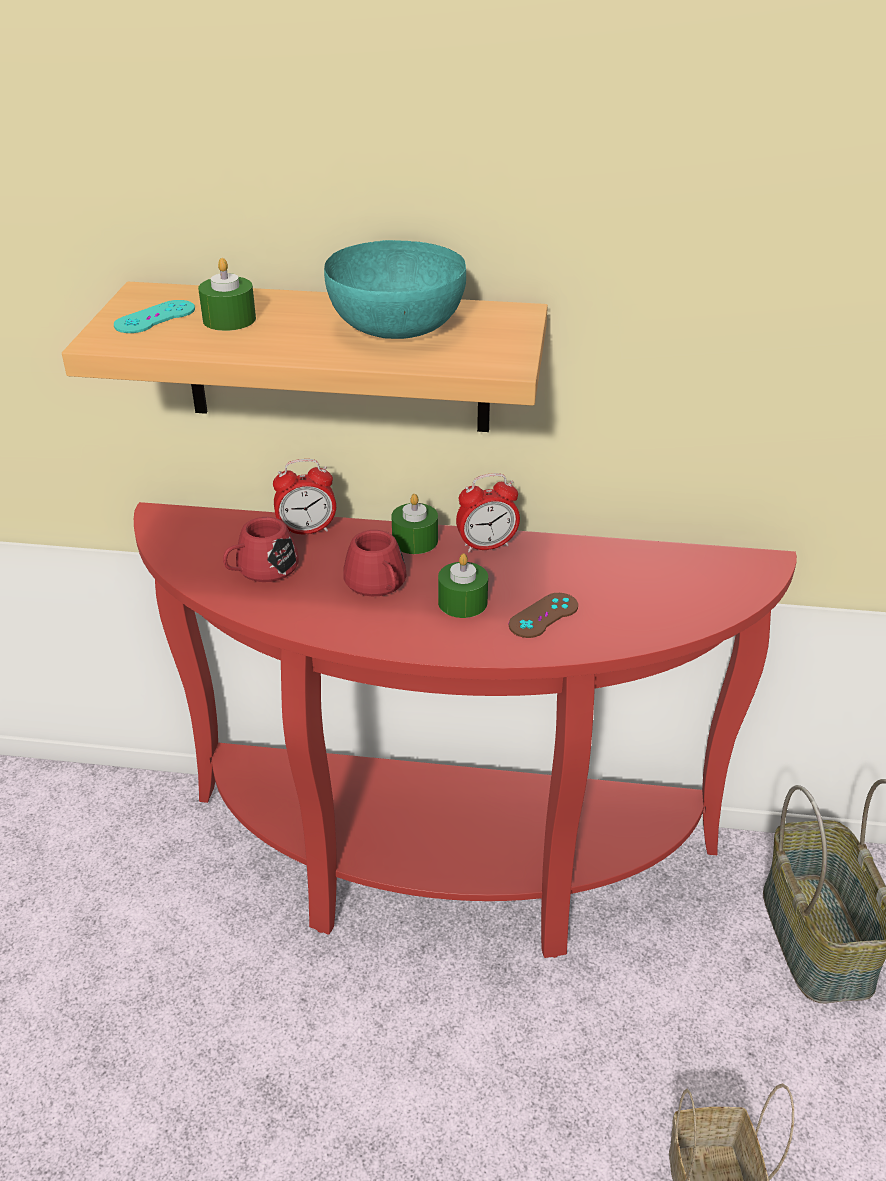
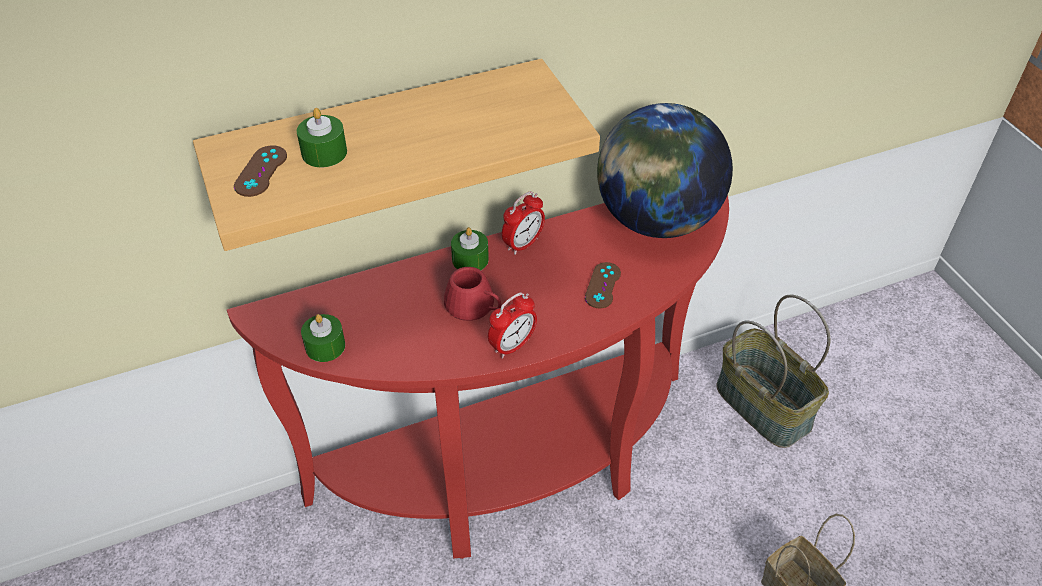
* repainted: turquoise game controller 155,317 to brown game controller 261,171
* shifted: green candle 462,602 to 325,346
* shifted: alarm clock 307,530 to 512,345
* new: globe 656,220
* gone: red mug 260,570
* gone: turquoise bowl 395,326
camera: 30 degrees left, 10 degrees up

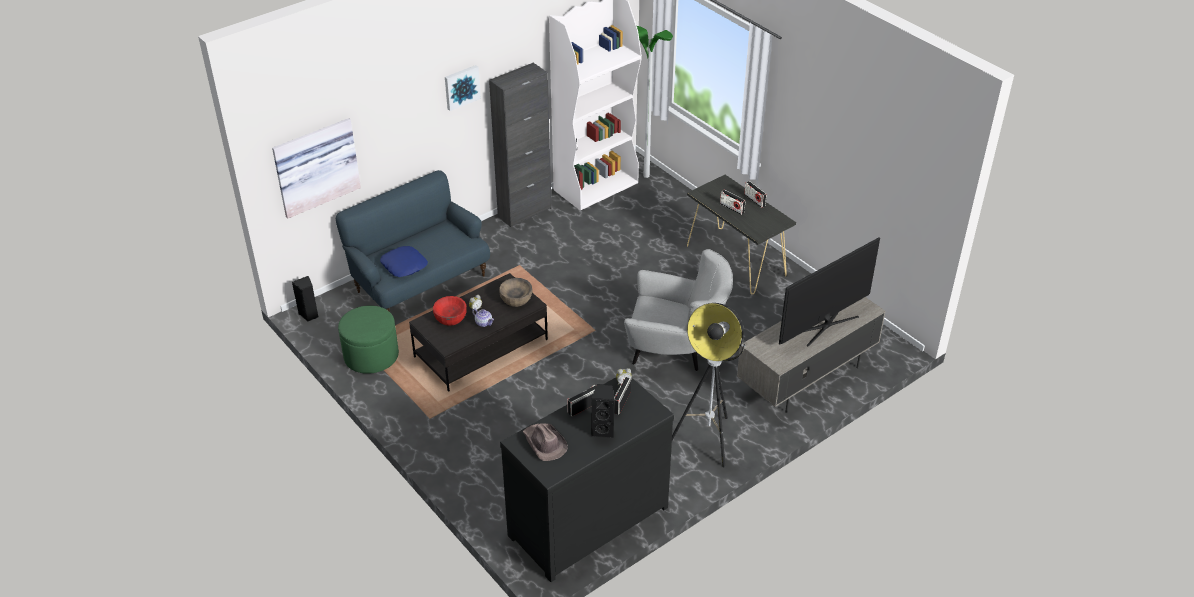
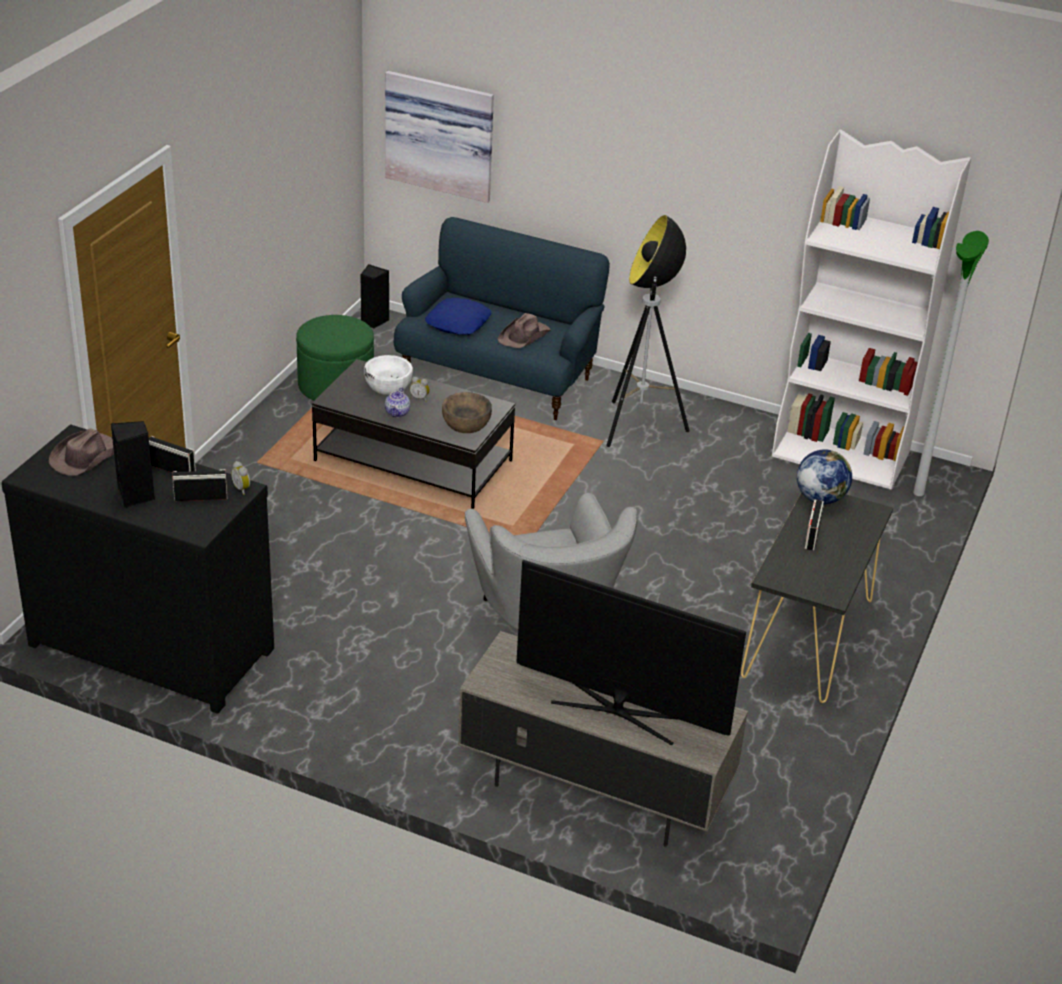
* repainted: red bowl 450,317 to white bowl 388,385
* new: brown hat 525,336
* shifted: floor lamp 708,440 to 639,427
* new: globe 820,498
* gone: picture 461,87
* gone: black cabinet 524,212
* gone: radio 754,200
camera: 60 degrees right, 5 degrees down

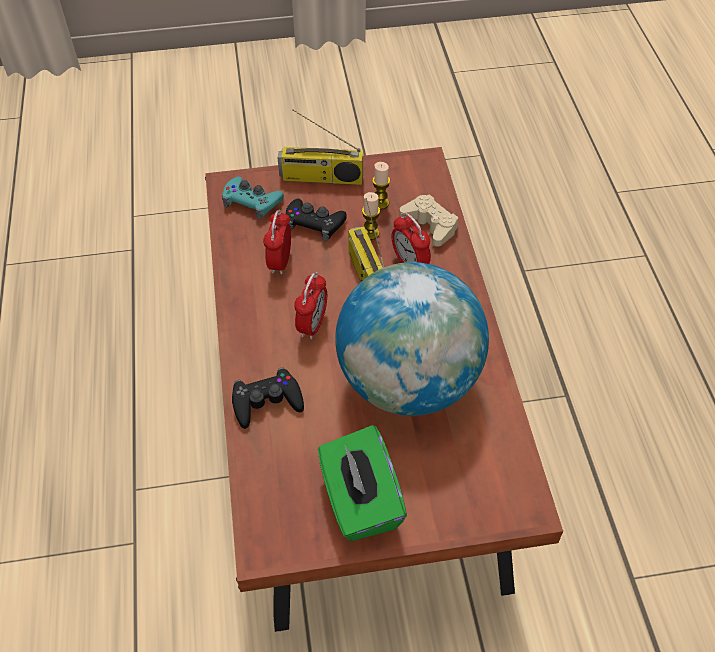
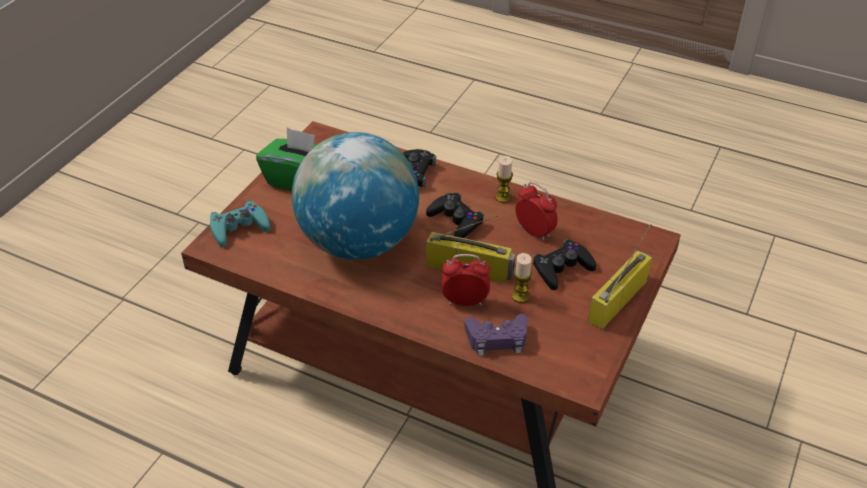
* shifted: turquoise game controller 252,201 to 239,228
* swapped: alarm clock 312,325 to black game controller 455,221
* repainted: beige game controller 430,225 to purple game controller 497,339
* shifted: candle 380,203 to 503,197
camera: 125 degrees right, 10 degrees down

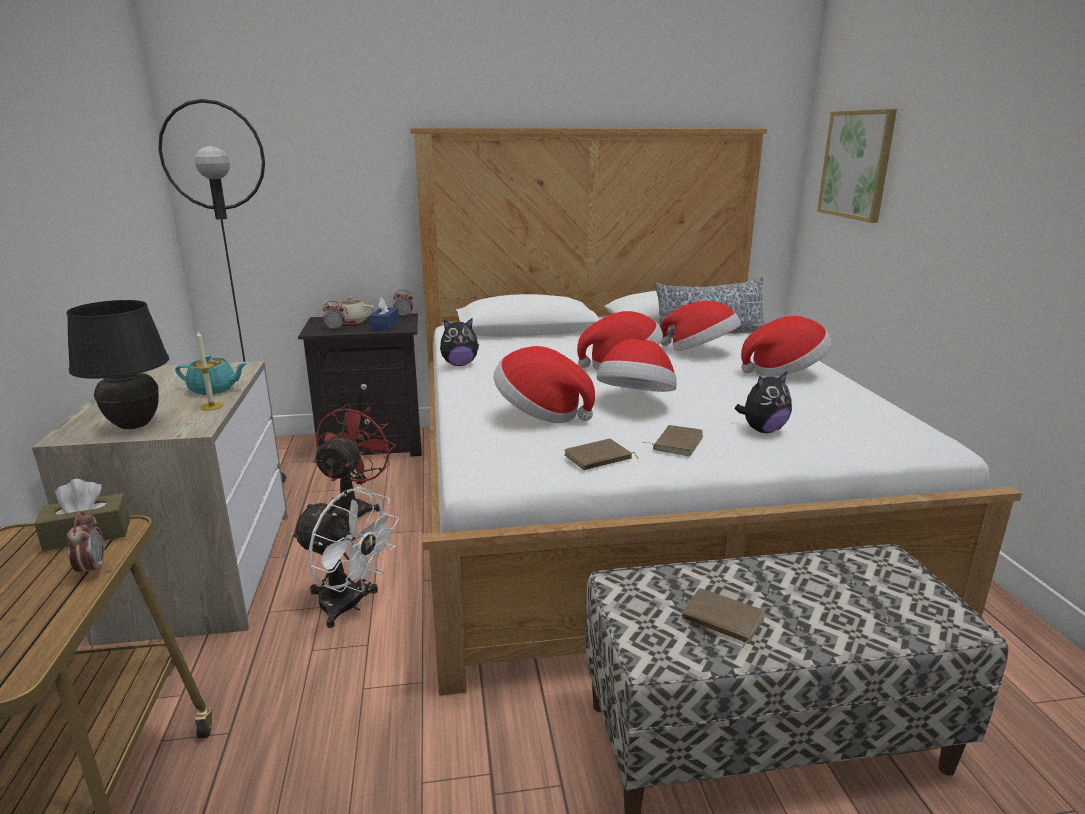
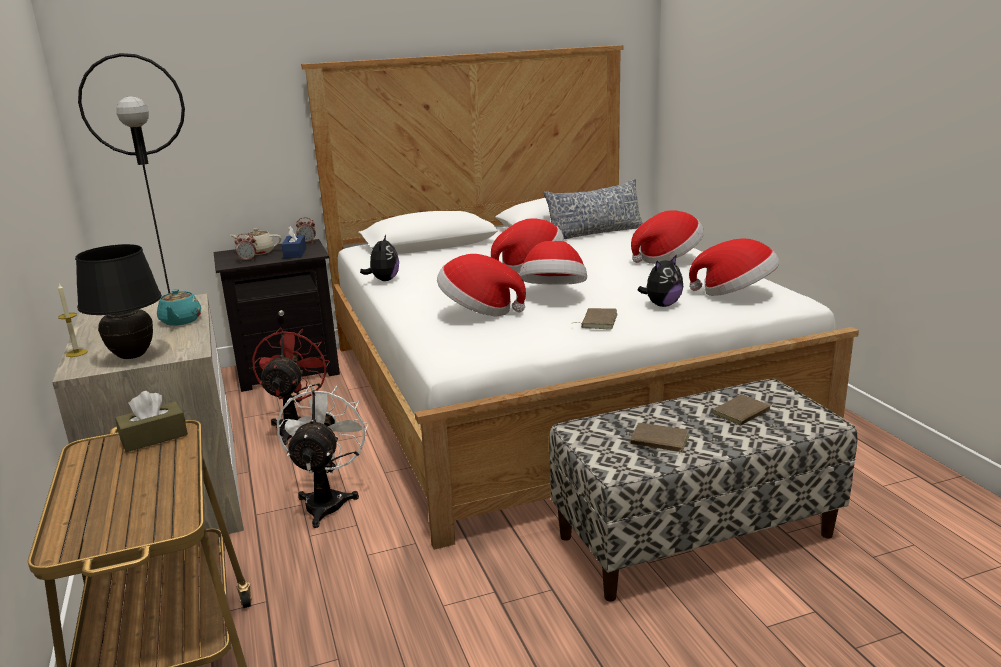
* shifted: candle 212,406 to 76,353
* rotated: turquoise teapot 214,390 = 180,321 90 degrees clockwise
* rotated: white fan 349,606 = 327,500 105 degrees counterclockwise
* rotated: plush toy 459,364 = 384,280 60 degrees counterclockwise
* shifted: hat 700,351 to 735,293
* shifted: brown book 598,459 to 742,414
* gone: alarm clock 92,569
* gone: picture 856,164
camera: 10 degrees left, 0 degrees up

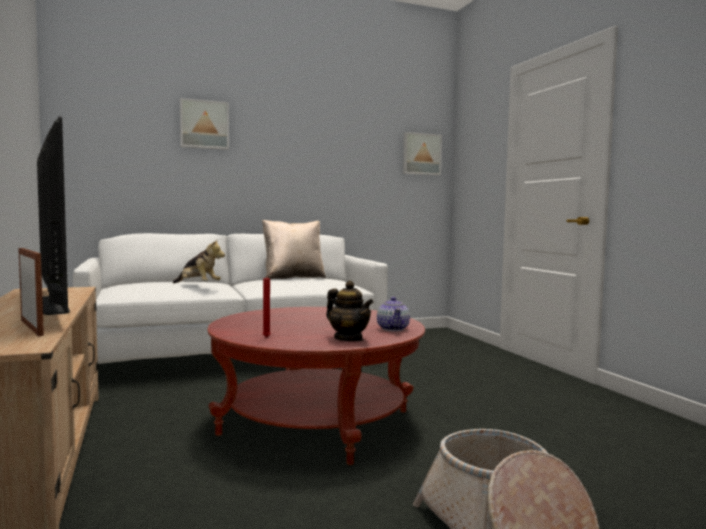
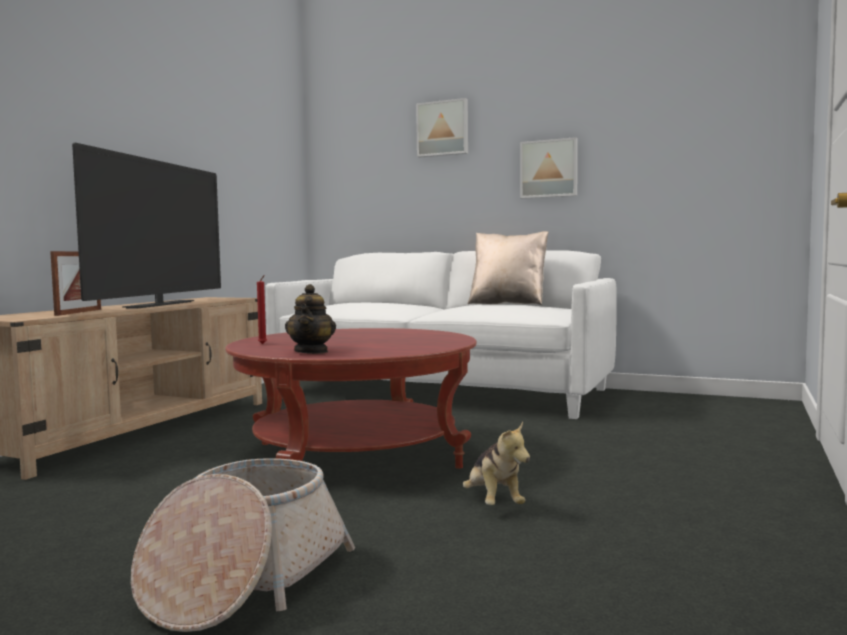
* shifted: plush toy 198,285 to 493,503
* shifted: picture 421,154 to 549,169
* gone: teapot 393,328
camera: 45 degrees right, 0 degrees up

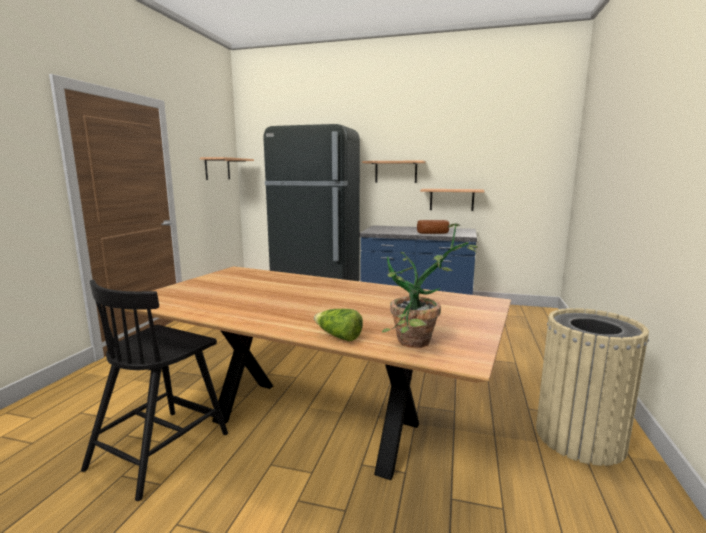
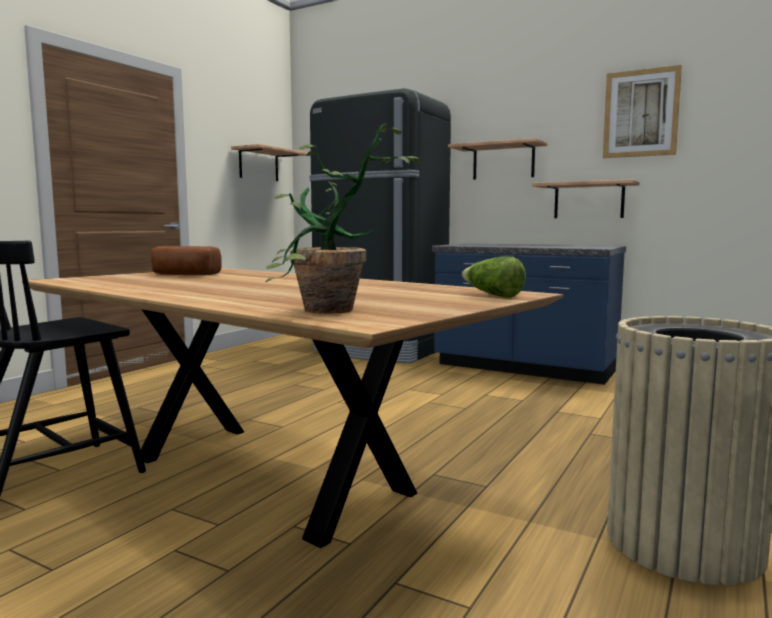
* shifted: bread 433,233 to 183,275
* shifted: lettuce 338,336 to 492,295
* new: picture 641,113
camera: 15 degrees right, 5 degrees down

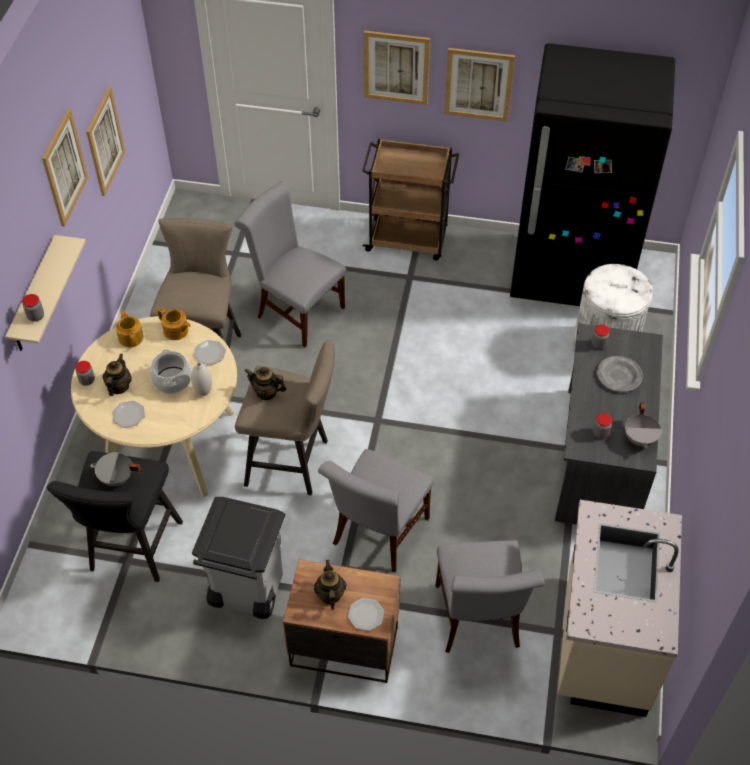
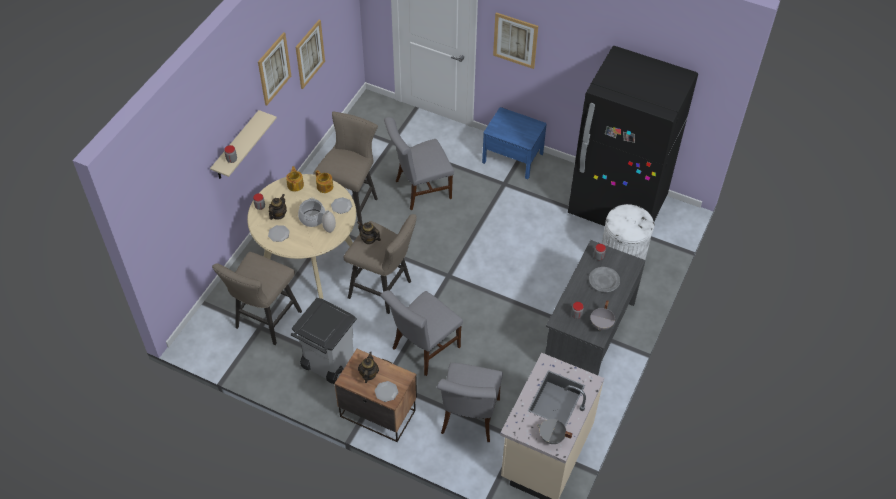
* repainted: black stool 132,551 to beige stool 265,322
* rotated: grey chair 296,310 = 419,190 75 degrees counterclockwise
* swapped: brown cart 408,239 to blue nightstand 512,157
* shifted: grey cooking pot 116,478 to 551,437
* gone: picture 478,84
camera: 15 degrees right, 0 degrees up

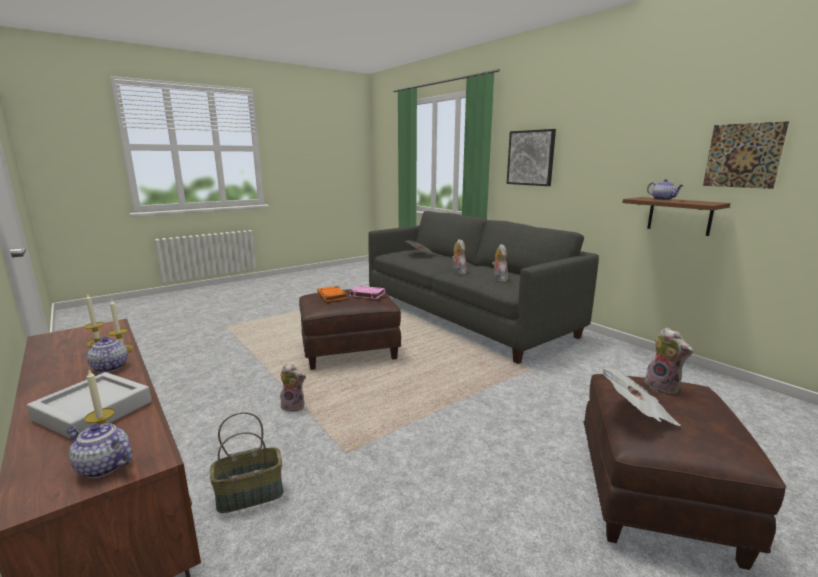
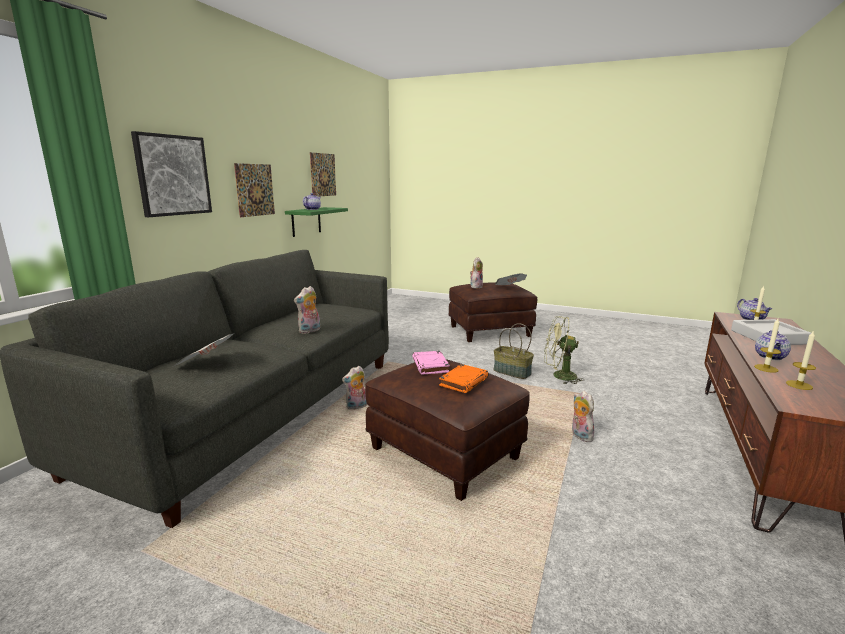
* new: picture 255,190
* repainted: brown shelf 679,216 to green shelf 306,221
* shifted: plush toy 499,279 to 356,407
* shifted: basket 251,494 to 511,372
* new: green fan 559,376
camera: 120 degrees left, 0 degrees up

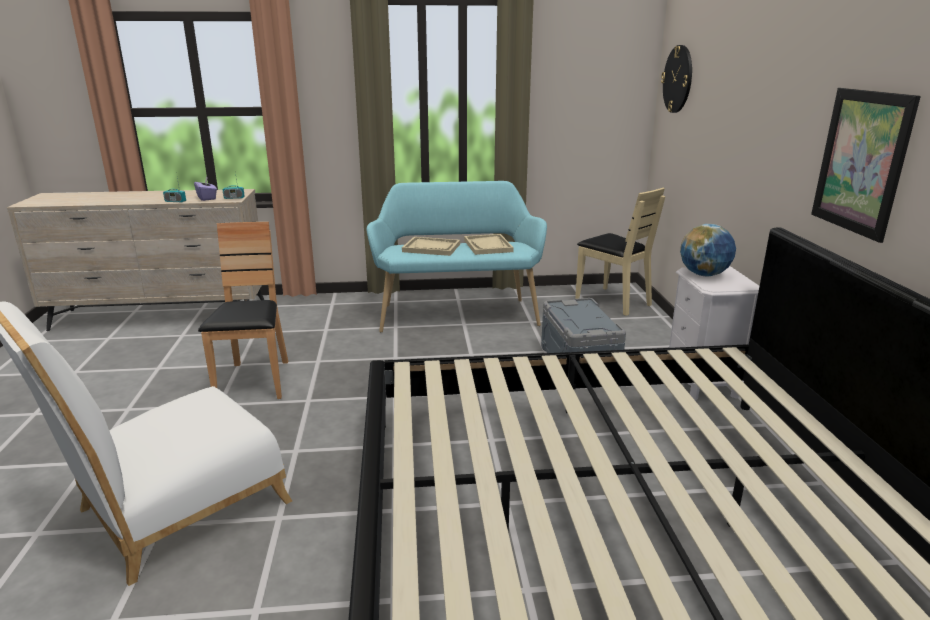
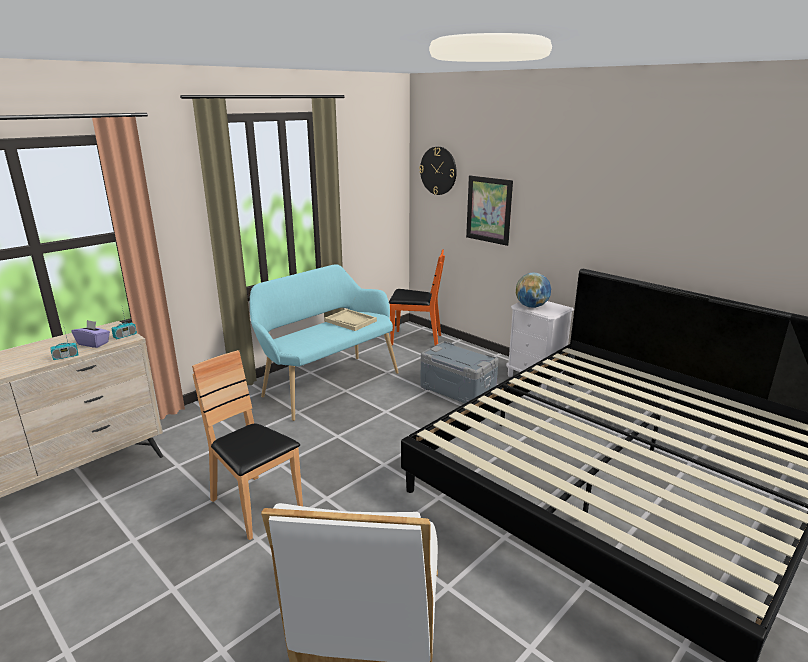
* repainted: beige chair 613,301 to orange chair 415,339
* shifted: picture 861,162 to 489,210
* gone: beige tray 431,248
camera: 40 degrees left, 0 degrees up

